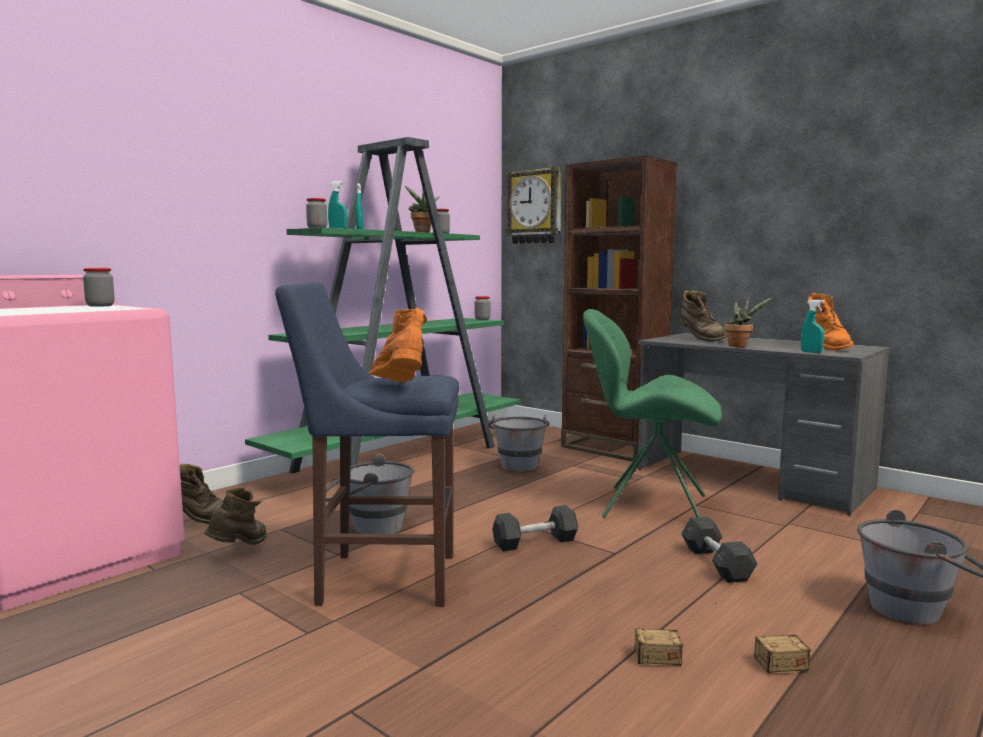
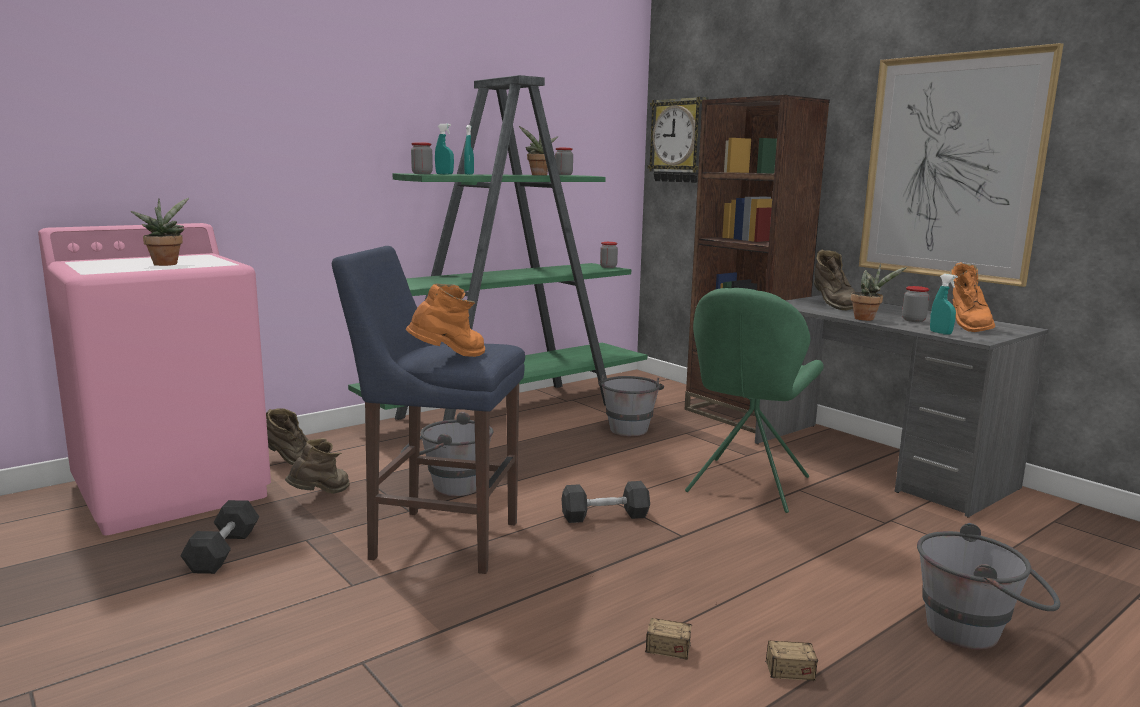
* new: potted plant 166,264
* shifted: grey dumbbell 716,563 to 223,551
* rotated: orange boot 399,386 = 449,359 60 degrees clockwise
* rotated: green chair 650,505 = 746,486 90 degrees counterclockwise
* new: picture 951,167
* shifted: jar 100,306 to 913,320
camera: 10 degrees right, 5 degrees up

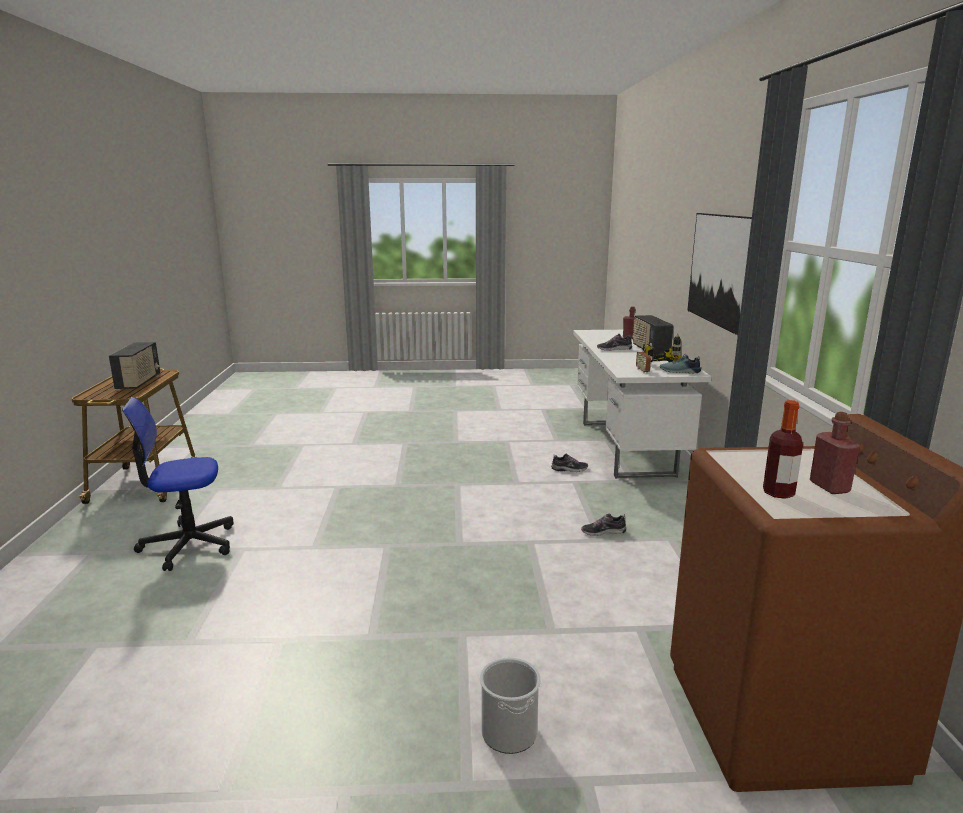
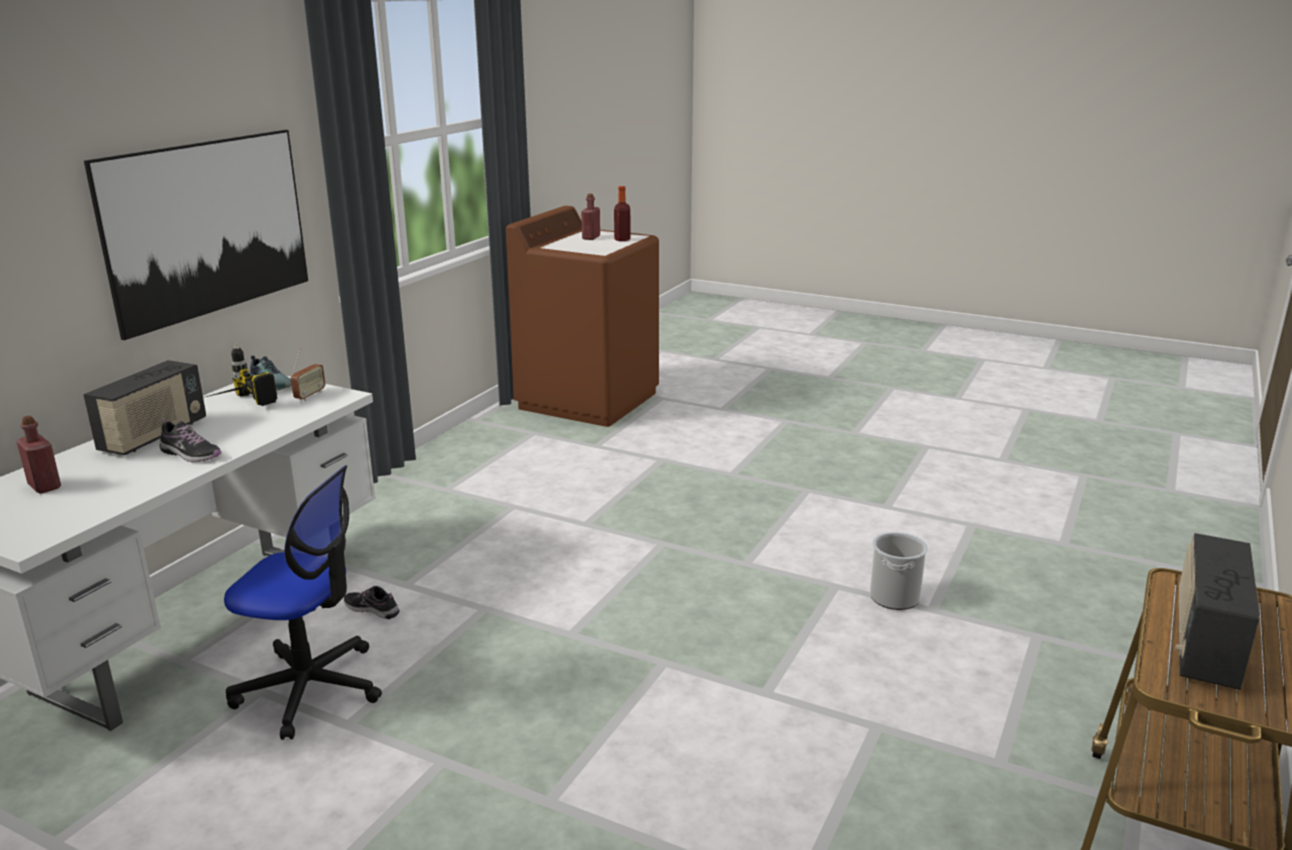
* shifted: office chair 188,545 to 310,689
* shifted: bucket 509,733 to 894,597
* gone: shoe 603,532
camera: 150 degrees left, 5 degrees up

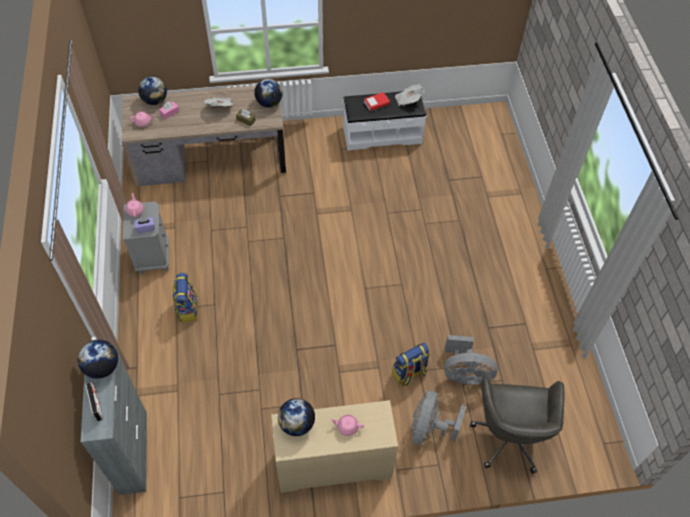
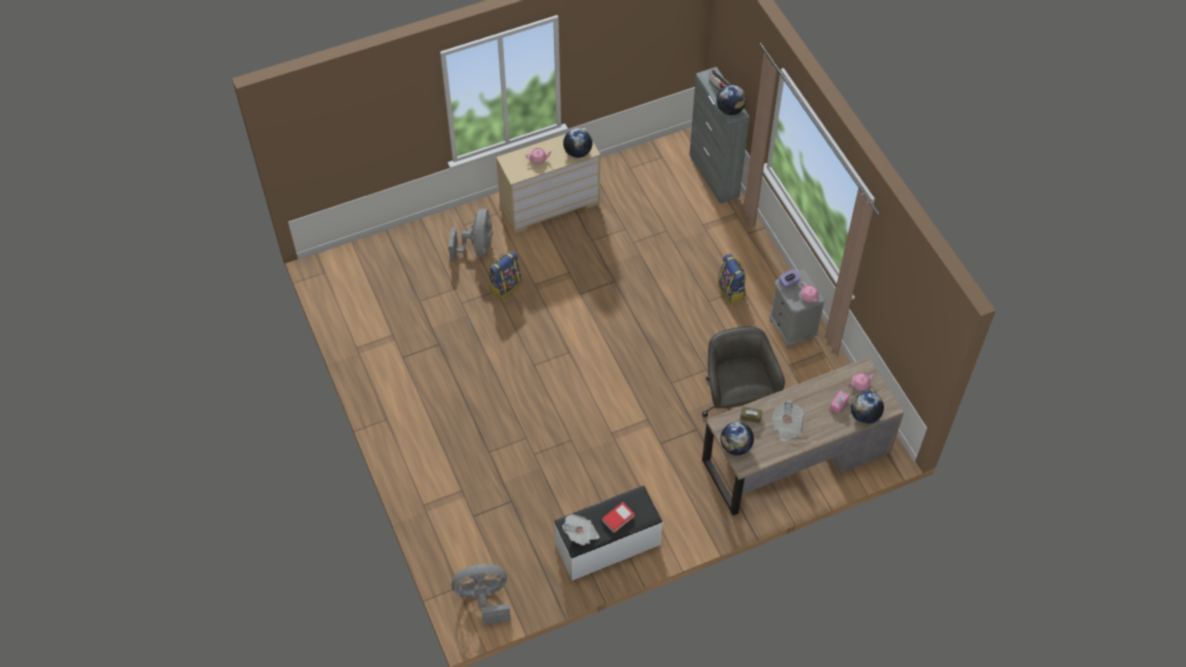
* shifted: grey fan 464,374 to 484,598
* shifted: grey office chair 509,436 to 736,403
camera: 165 degrees right, 0 degrees up

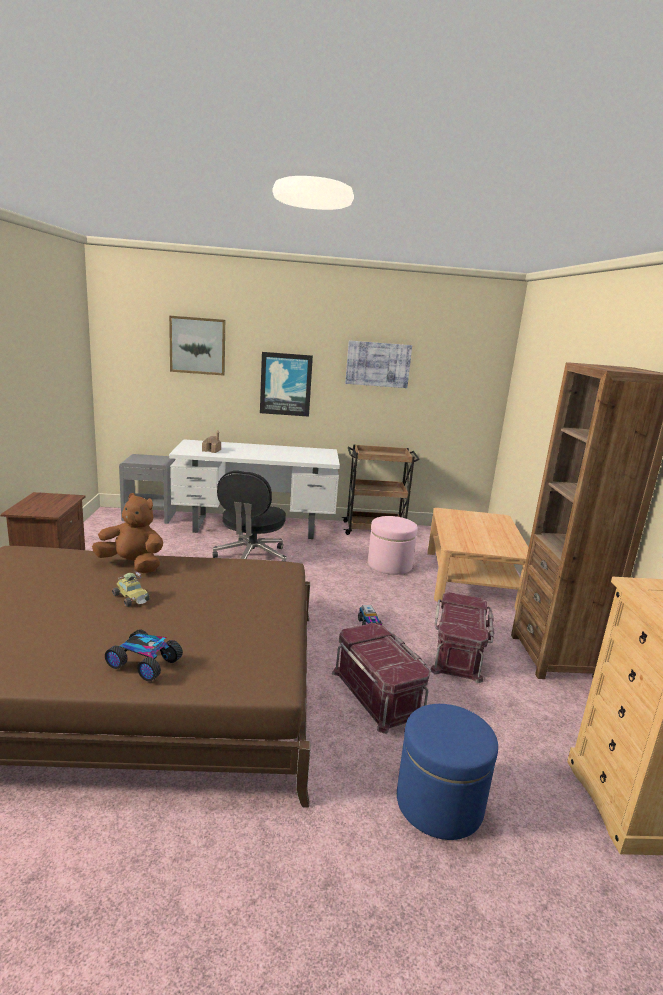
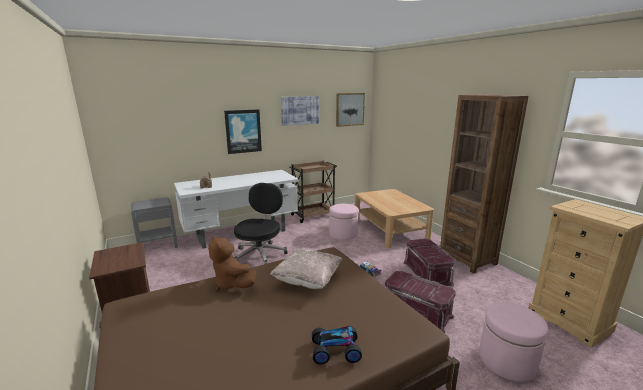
* rotated: brown plush toy 132,565 = 232,283 120 degrees counterclockwise
* rotated: black office chair 251,558 = 260,254 150 degrees counterclockwise
* new: beige pillow 307,281
* shifted: picture 197,345 to 349,109
* repainted: blue ottoman 439,803 to pink ottoman 507,361
* gone: toy car 132,598
camera: 25 degrees left, 0 degrees up

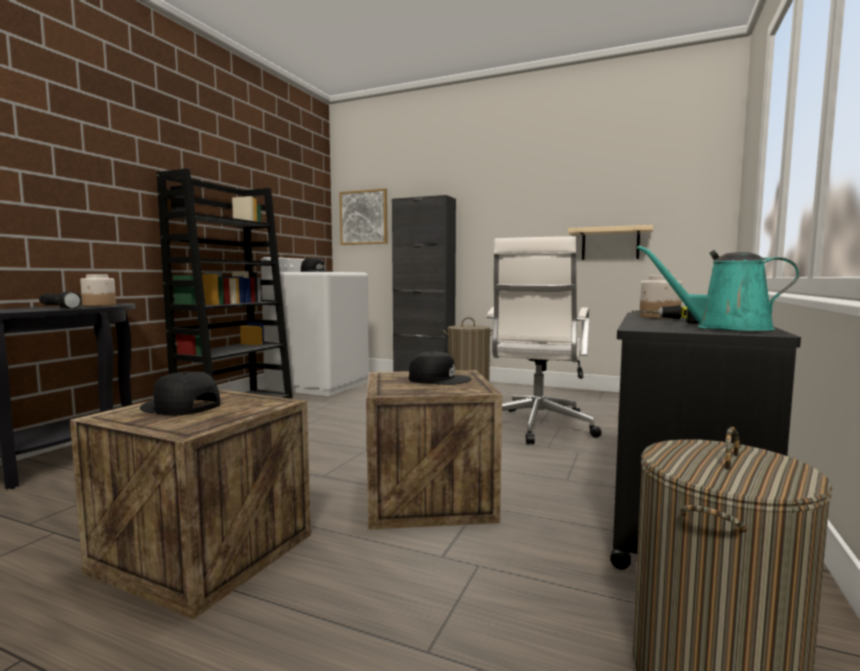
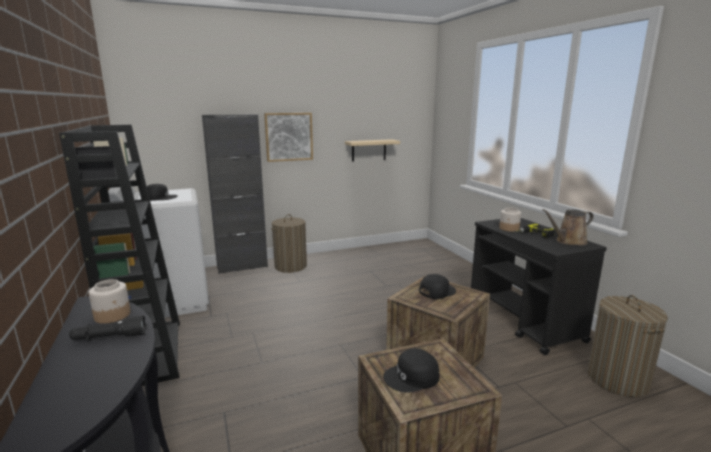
* shifted: picture 364,217 to 289,137
* repainted: turquoise watering can 724,328 to brown watering can 568,241
* gone: white office chair 536,427
camera: 45 degrees left, 10 degrees up

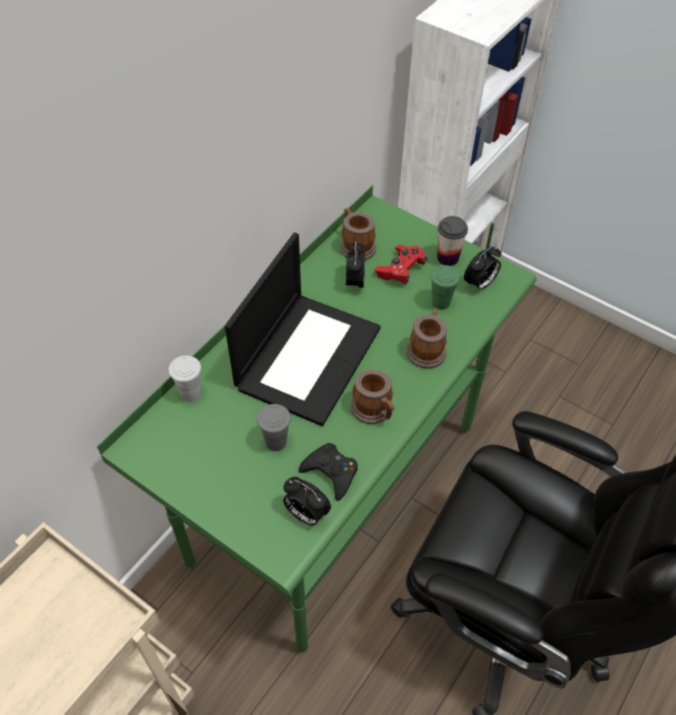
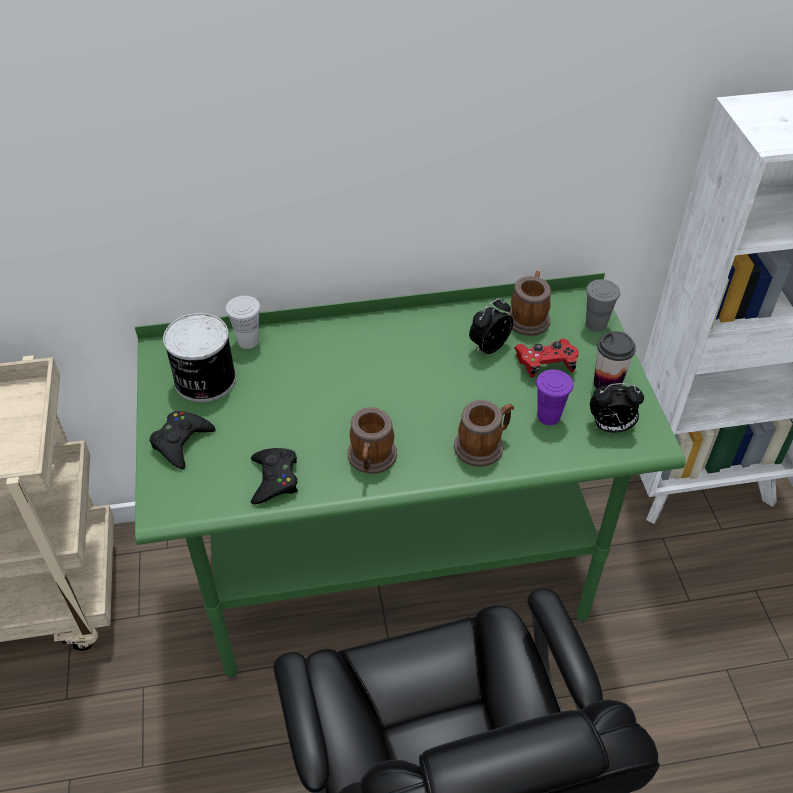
* new: black game controller 181,442
* new: can 204,380
* repainted: green cup 440,302 to purple cup 548,416
* shifted: grey cup 276,442 to 596,324
* gone: laptop 308,356
* gone: alarm clock 306,514
camera: 45 degrees right, 5 degrees down

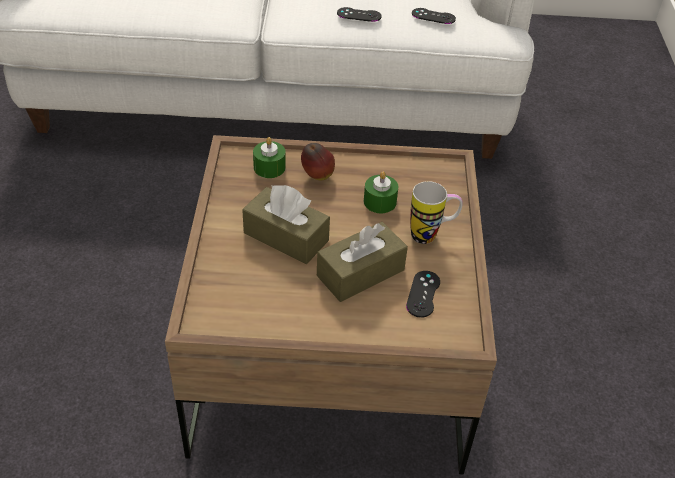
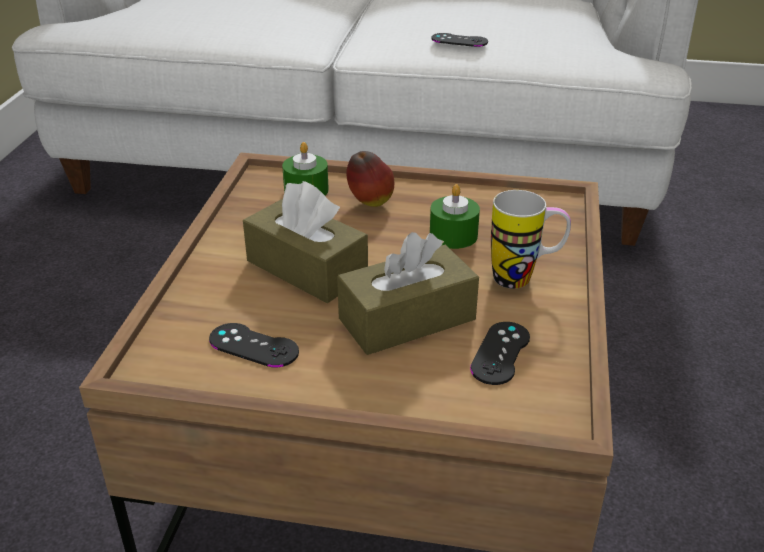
* shifted: black game controller 433,16 to 253,345
camera: 10 degrees right, 10 degrees down

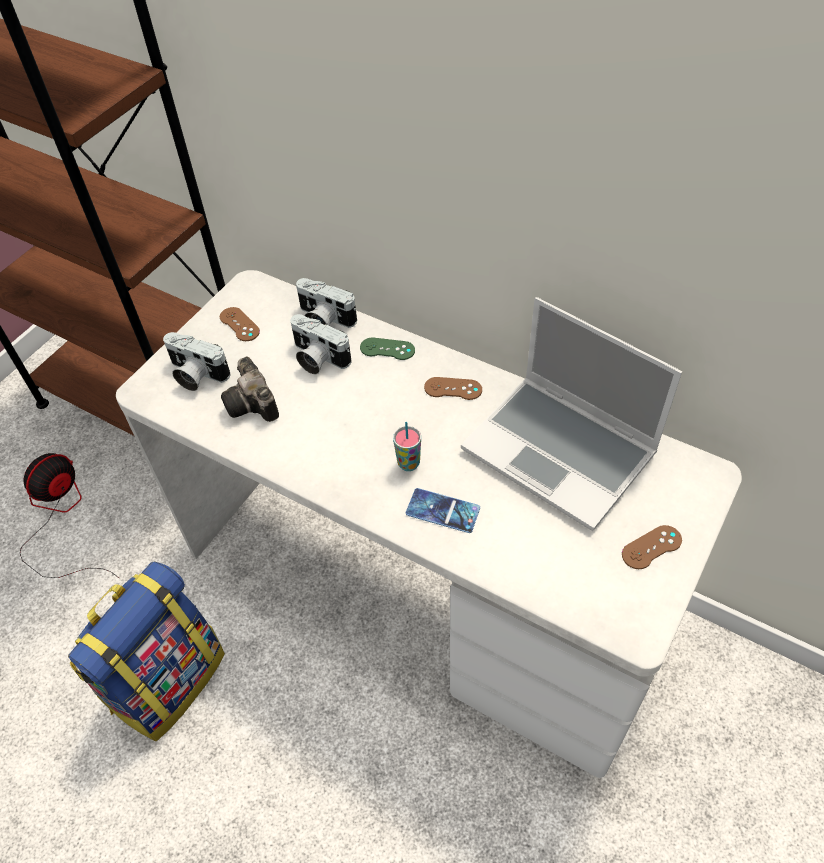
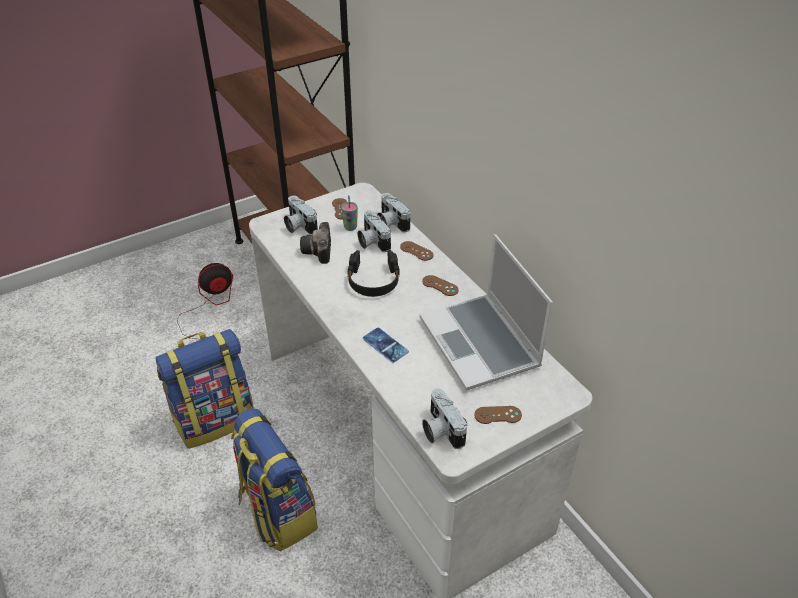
* new: backpack 277,512
* shifted: cup 408,463 to 350,227
* new: black headphones 373,280
* repainted: green game controller 387,349 to brown game controller 416,251
* new: photo camera 440,430
camera: 25 degrees right, 10 degrees down

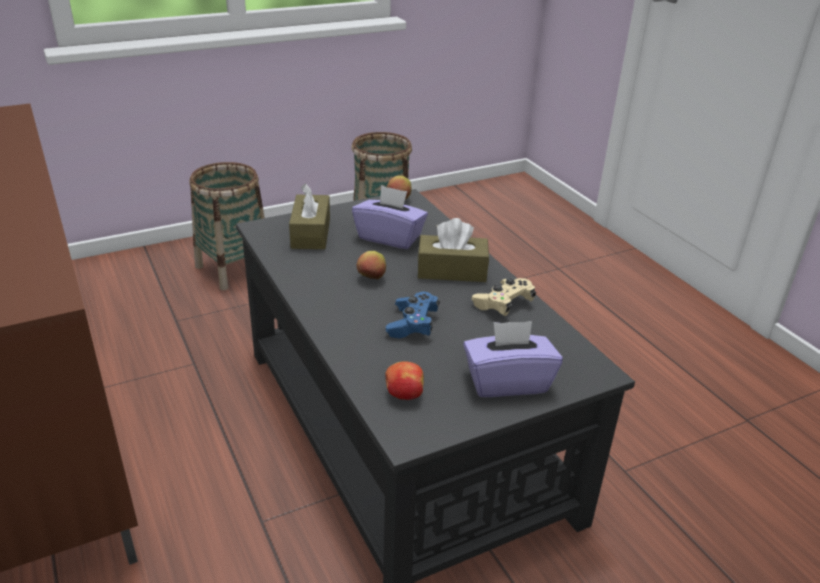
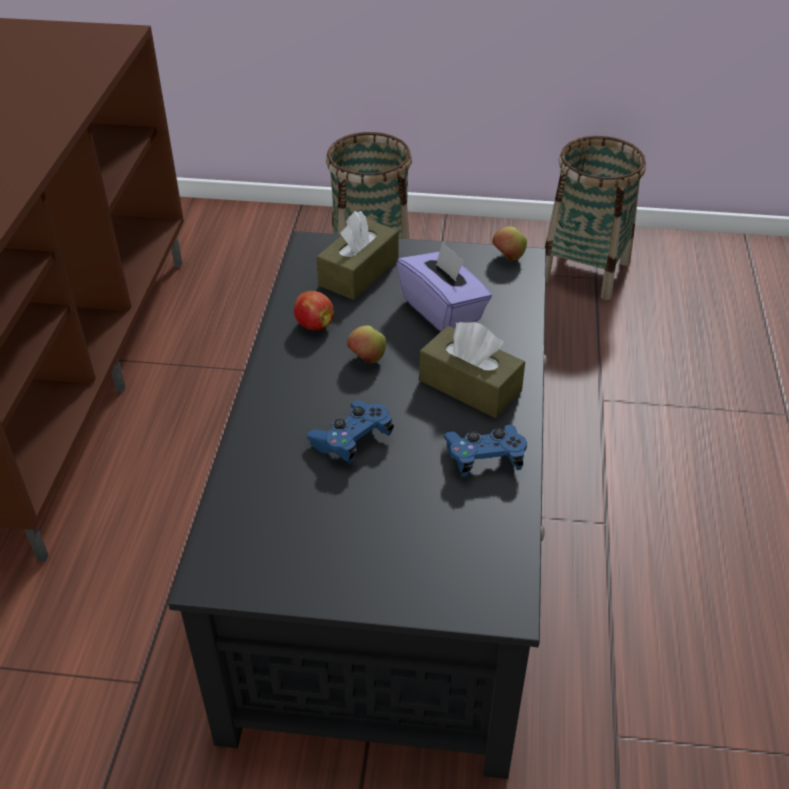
* shifted: apple 403,394 to 313,325
* repainted: beige game controller 503,304 to blue game controller 484,459
* gone: purple tissue box 507,381
camera: 35 degrees right, 10 degrees up

